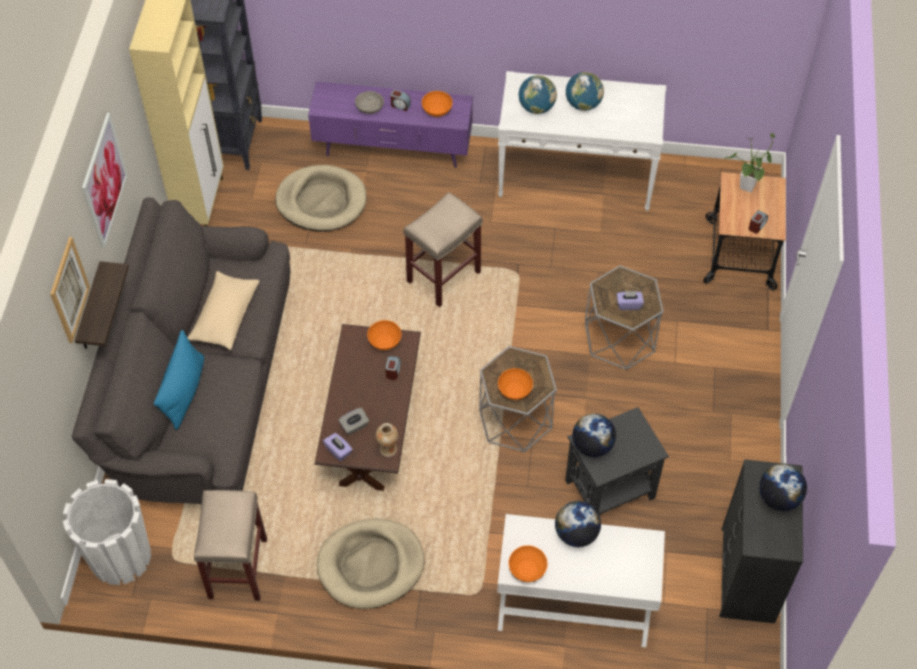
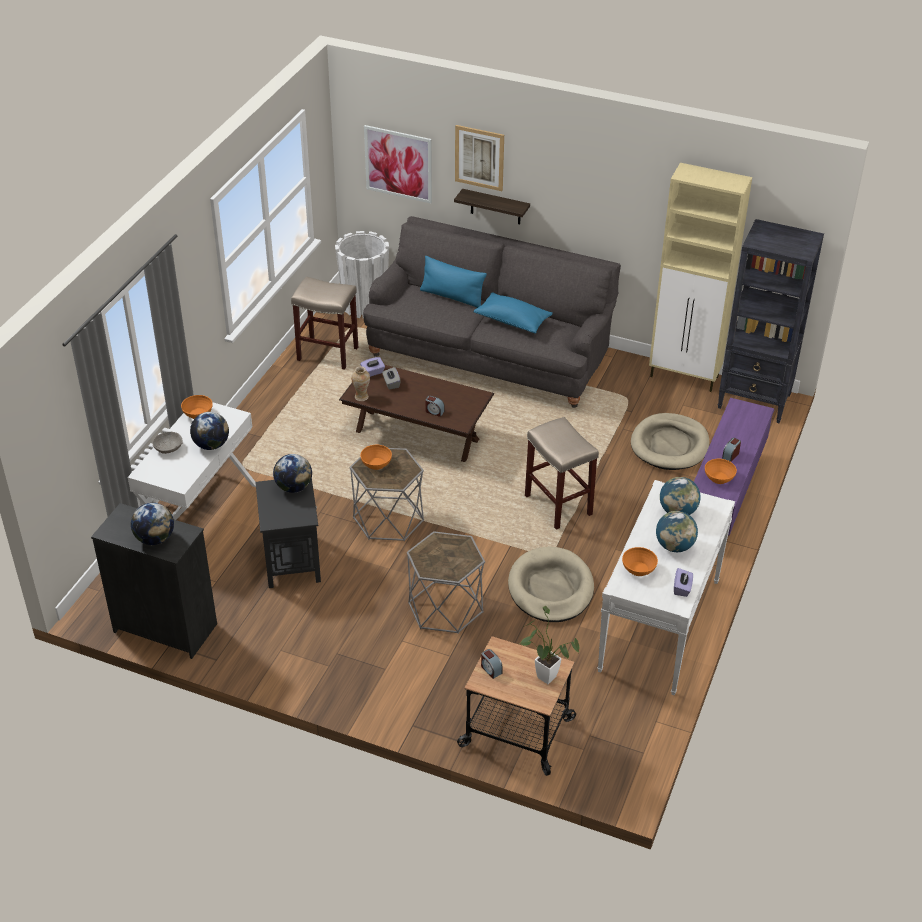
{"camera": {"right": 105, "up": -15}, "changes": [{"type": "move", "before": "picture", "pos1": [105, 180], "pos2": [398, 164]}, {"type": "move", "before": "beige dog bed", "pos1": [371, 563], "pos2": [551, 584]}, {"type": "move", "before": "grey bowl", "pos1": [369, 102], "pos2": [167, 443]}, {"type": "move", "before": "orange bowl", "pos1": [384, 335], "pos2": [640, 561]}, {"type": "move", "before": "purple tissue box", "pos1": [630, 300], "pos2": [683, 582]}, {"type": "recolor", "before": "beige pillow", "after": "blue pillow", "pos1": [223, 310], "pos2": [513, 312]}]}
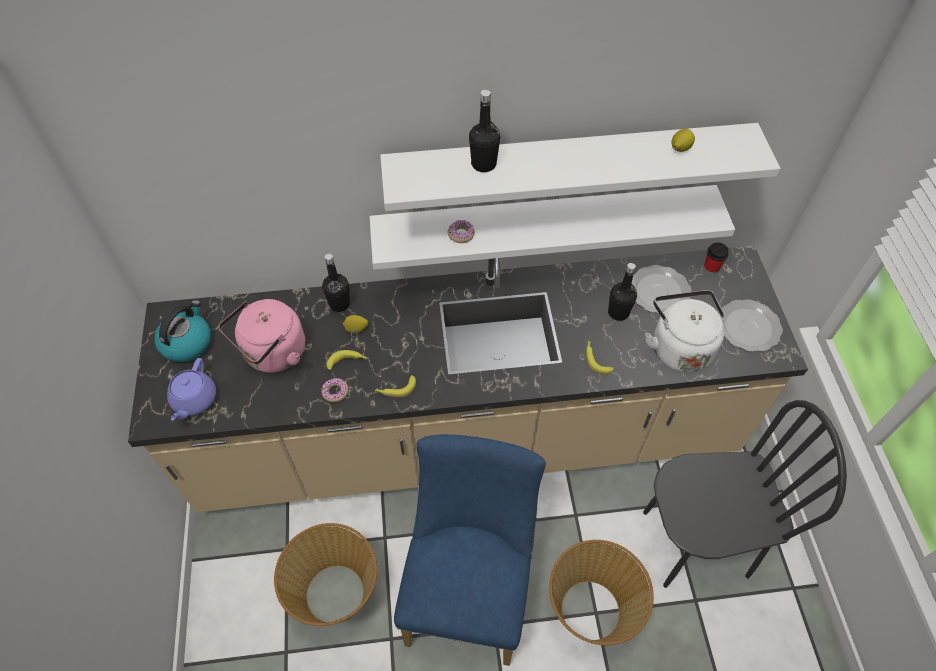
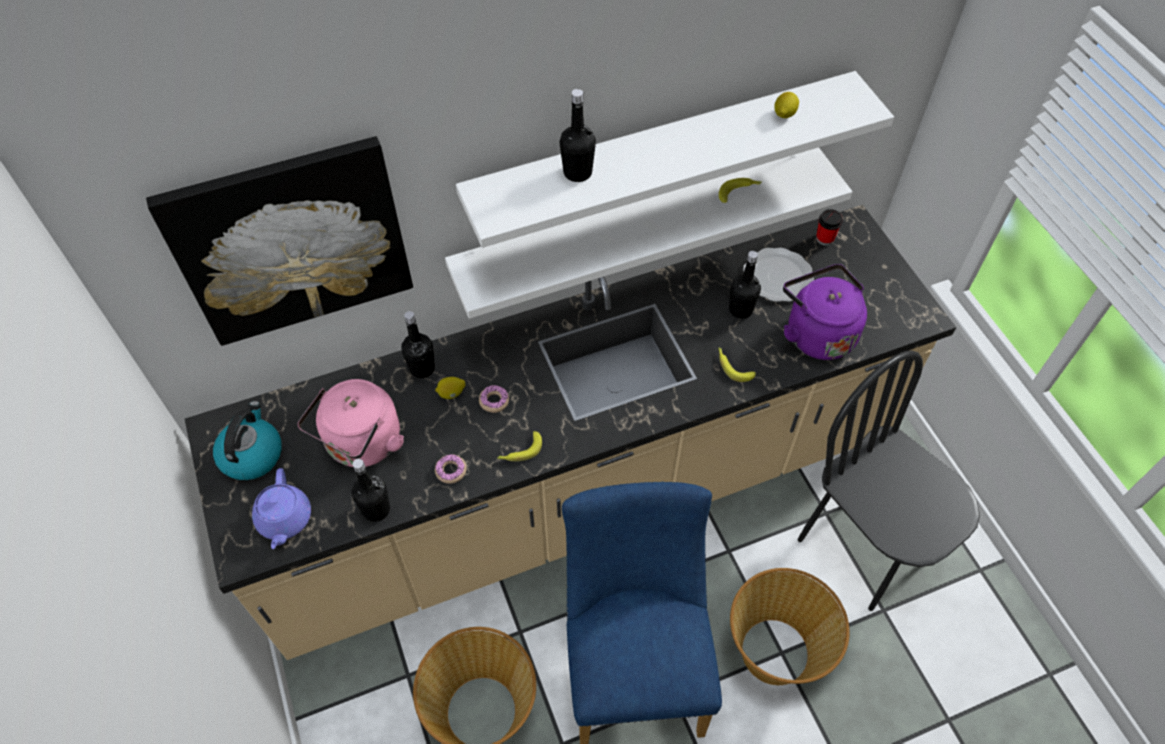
{"camera": {"right": -15, "up": 0}, "changes": [{"type": "delete", "before": "plate", "pos1": [752, 325]}, {"type": "insert", "after": "picture", "pos2": [279, 241]}, {"type": "insert", "after": "black bottle", "pos2": [371, 490]}, {"type": "move", "before": "banana", "pos1": [347, 360], "pos2": [740, 190]}, {"type": "move", "before": "donut", "pos1": [461, 231], "pos2": [494, 399]}, {"type": "recolor", "before": "white kettle", "after": "purple kettle", "pos1": [685, 331], "pos2": [825, 312]}, {"type": "rotate", "before": "black chair", "pos1": [745, 494], "pos2": [889, 480], "turn": -105}]}
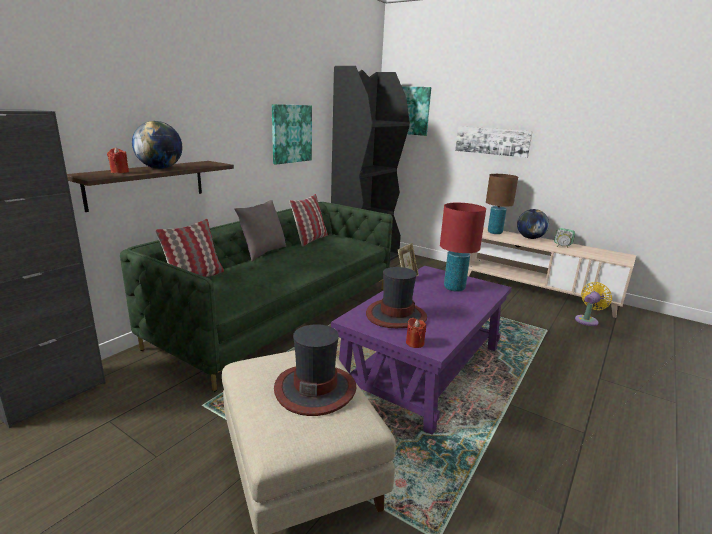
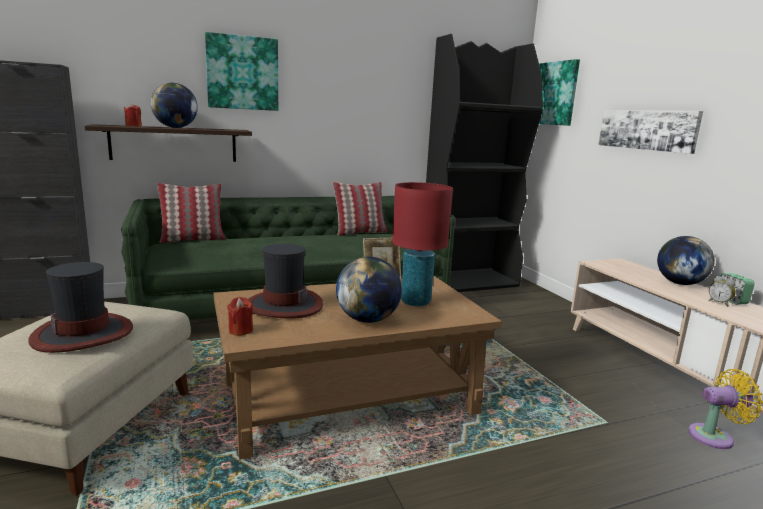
{"camera": {"right": 35, "up": -5}, "changes": [{"type": "delete", "before": "grey pillow", "pos1": [260, 231]}, {"type": "delete", "before": "brown table lamp", "pos1": [502, 204]}, {"type": "insert", "after": "globe", "pos2": [369, 290]}, {"type": "move", "before": "picture", "pos1": [292, 134], "pos2": [241, 71]}, {"type": "recolor", "before": "purple coffee table", "after": "brown coffee table", "pos1": [421, 350], "pos2": [358, 368]}]}
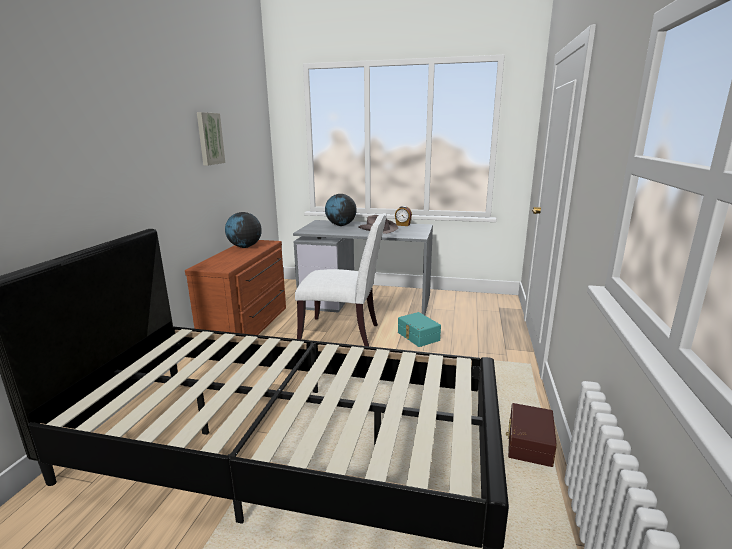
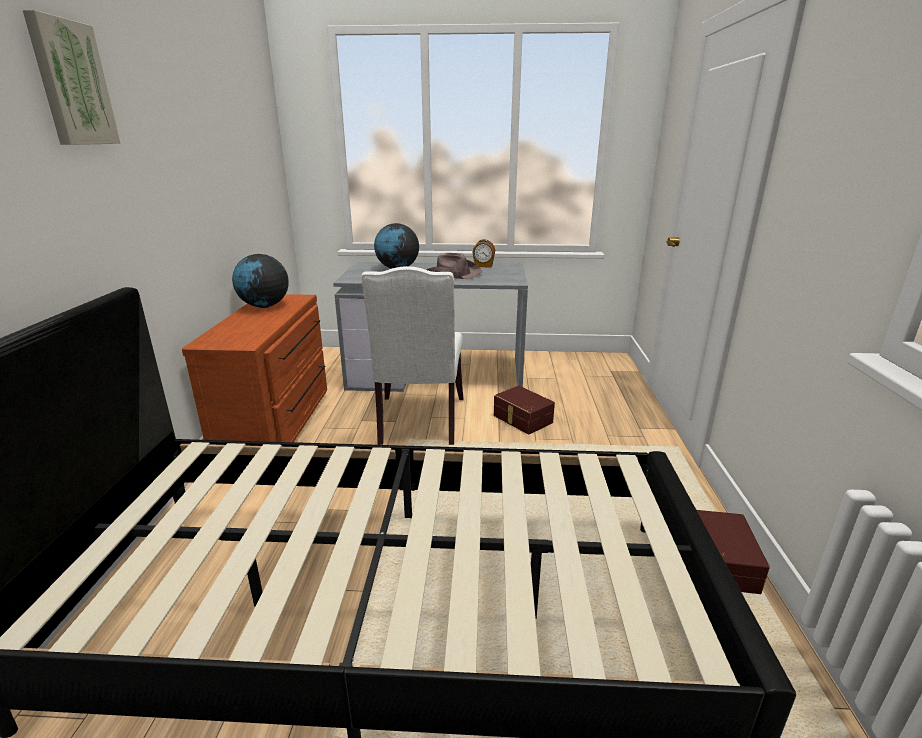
{"camera": {"right": -10, "up": 5}, "changes": [{"type": "move", "before": "picture", "pos1": [211, 139], "pos2": [71, 77]}, {"type": "recolor", "before": "turquoise storage box", "after": "brown storage box", "pos1": [419, 329], "pos2": [524, 410]}, {"type": "rotate", "before": "white chair", "pos1": [341, 279], "pos2": [412, 355], "turn": 90}]}
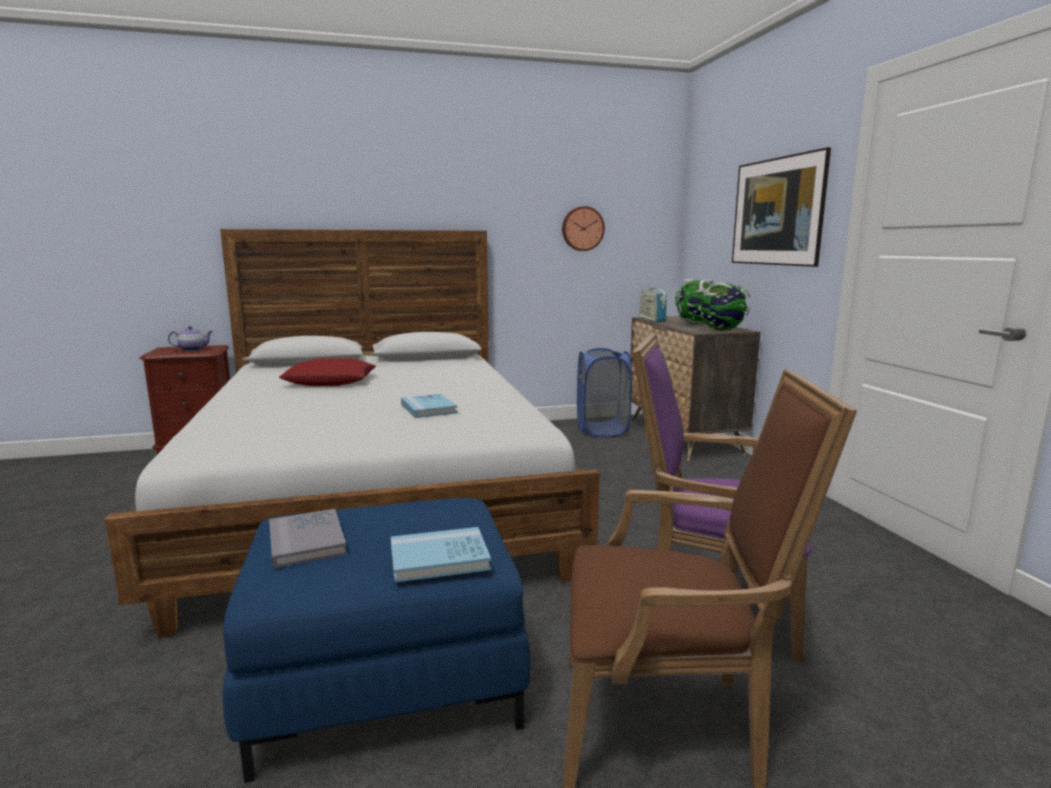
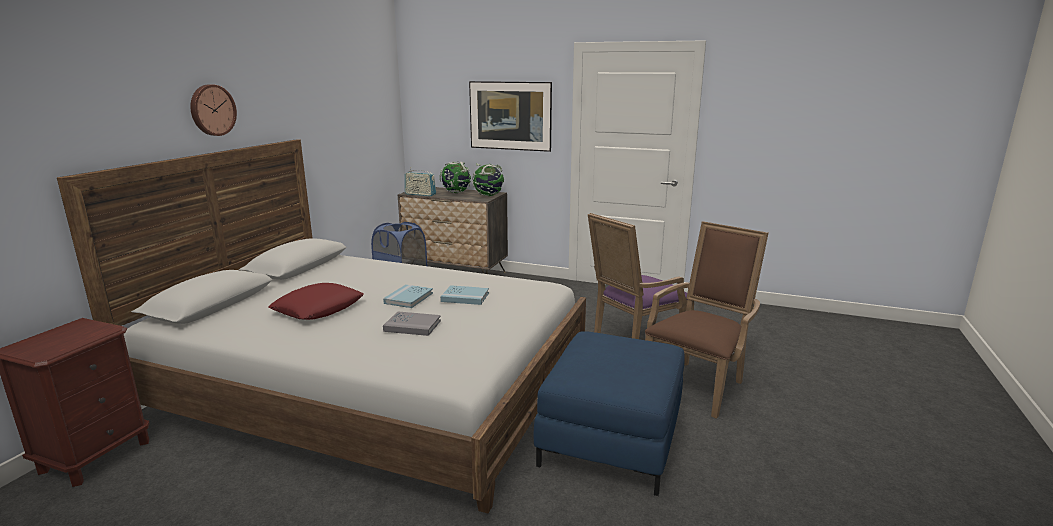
{"camera": {"right": -55, "up": 5}, "changes": [{"type": "delete", "before": "teapot", "pos1": [190, 338]}, {"type": "move", "before": "grey book", "pos1": [308, 538], "pos2": [412, 323]}, {"type": "move", "before": "blue book", "pos1": [441, 554], "pos2": [408, 296]}, {"type": "move", "before": "wall clock", "pos1": [583, 228], "pos2": [213, 110]}]}
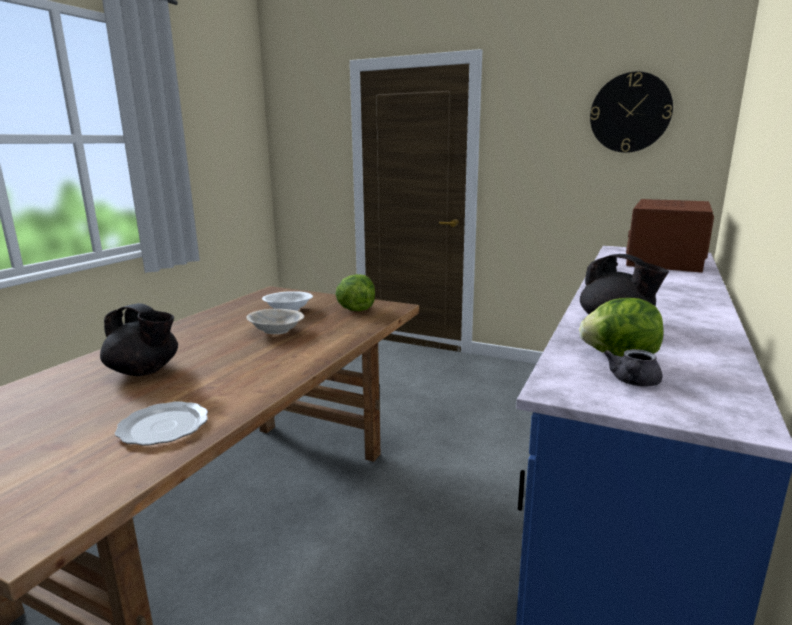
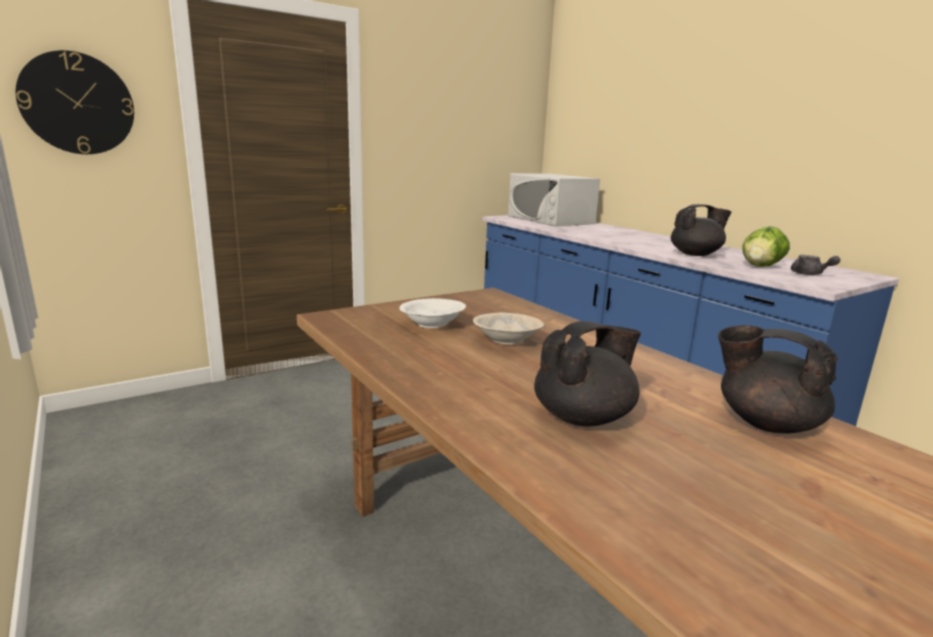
{"camera": {"right": -60, "up": 0}, "changes": [{"type": "delete", "before": "lettuce", "pos1": [355, 292]}, {"type": "move", "before": "wall clock", "pos1": [631, 112], "pos2": [75, 102]}, {"type": "replace", "before": "plate", "after": "black teapot", "pos1": [161, 423], "pos2": [778, 379]}, {"type": "recolor", "before": "brown microwave", "after": "white microwave", "pos1": [670, 236], "pos2": [554, 199]}]}
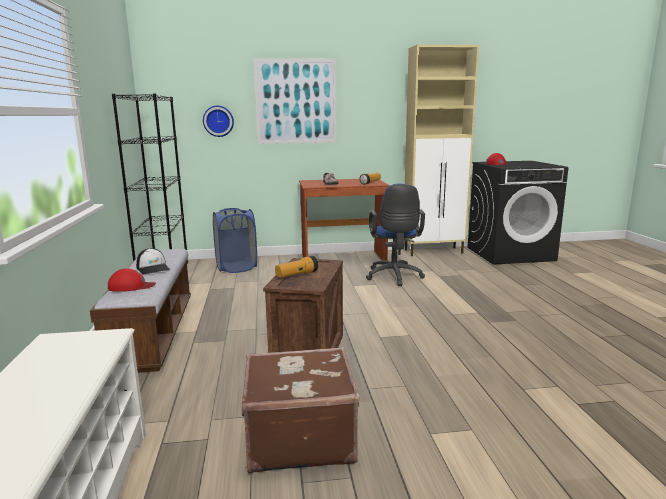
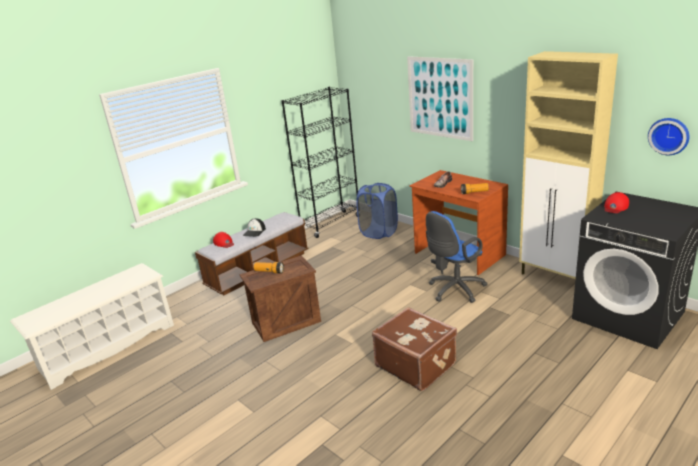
{"camera": {"right": 55, "up": 10}, "changes": [{"type": "move", "before": "wall clock", "pos1": [218, 121], "pos2": [669, 136]}, {"type": "move", "before": "brown suitcase", "pos1": [301, 410], "pos2": [414, 349]}]}
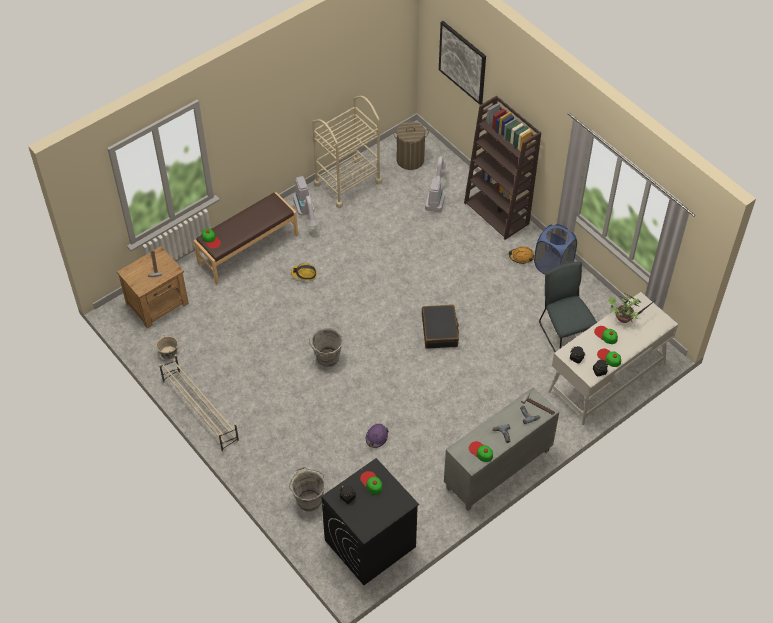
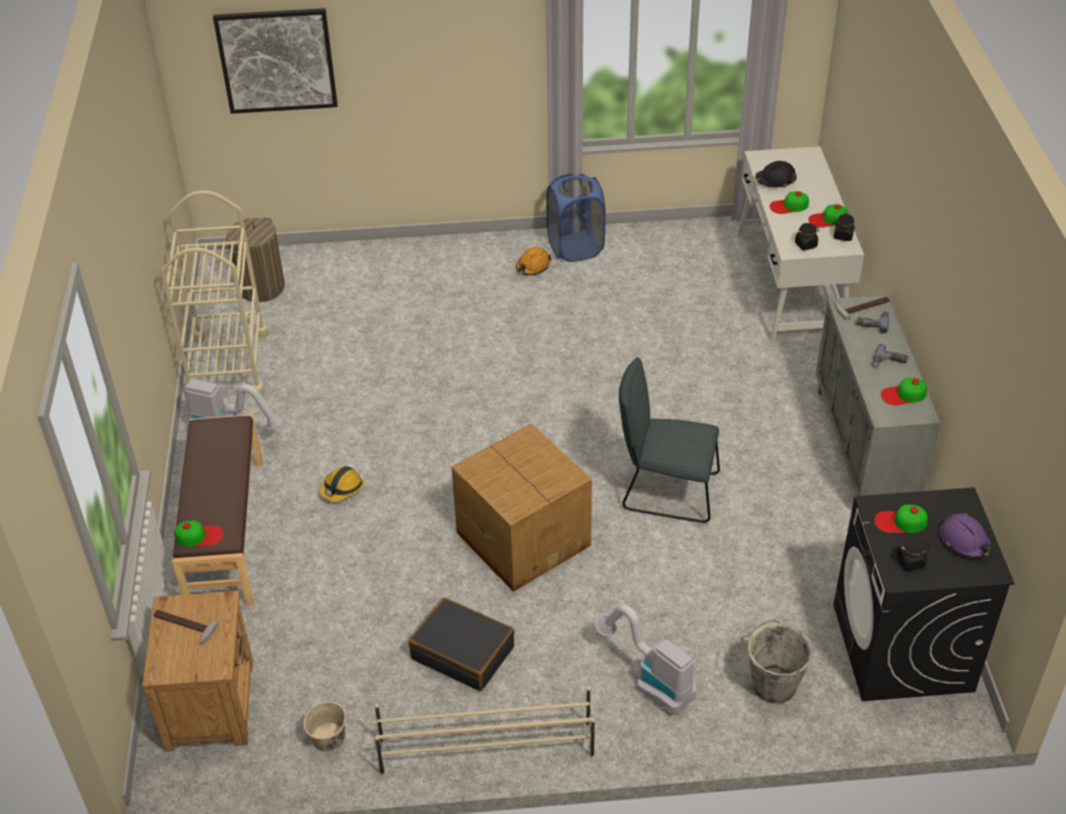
{"camera": {"right": -55, "up": -10}, "changes": [{"type": "delete", "before": "brown bookcase", "pos1": [502, 168]}, {"type": "move", "before": "purple hard hat", "pos1": [377, 436], "pos2": [965, 535]}, {"type": "move", "before": "black suitcase", "pos1": [440, 327], "pos2": [462, 644]}, {"type": "move", "before": "vacuum cleaner", "pos1": [436, 184], "pos2": [646, 660]}, {"type": "move", "before": "grey chair", "pos1": [568, 307], "pos2": [669, 440]}, {"type": "replace", "before": "grey bucket", "after": "cardboard box", "pos1": [326, 347], "pos2": [521, 508]}, {"type": "replace", "before": "potted plant", "after": "black hard hat", "pos1": [632, 308], "pos2": [776, 174]}]}
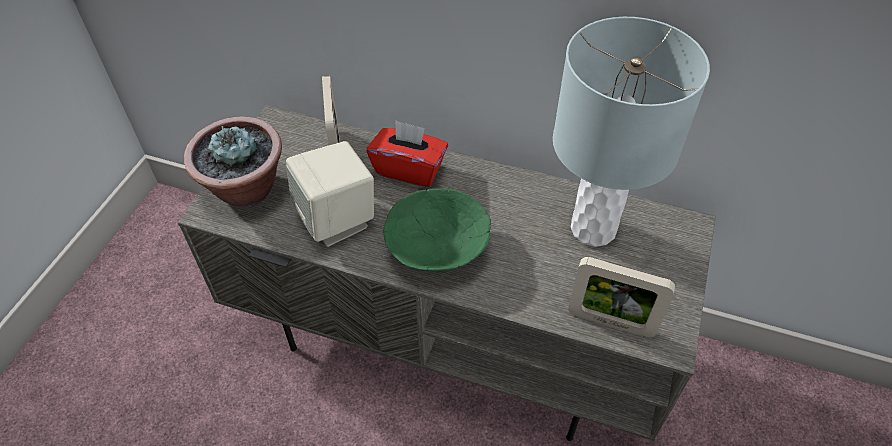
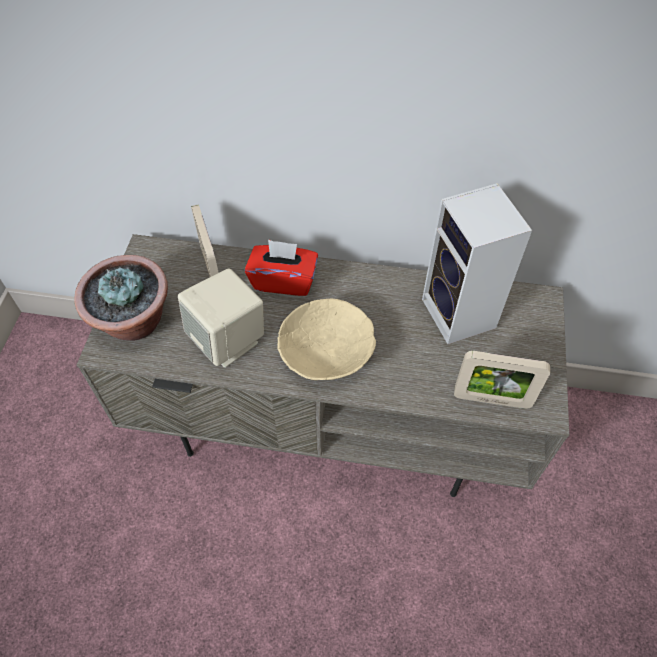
{"camera": {"right": -10, "up": 5}, "changes": [{"type": "replace", "before": "grey table lamp", "after": "speaker", "pos1": [631, 132], "pos2": [477, 263]}, {"type": "recolor", "before": "green bowl", "after": "beige bowl", "pos1": [437, 229], "pos2": [326, 339]}]}
